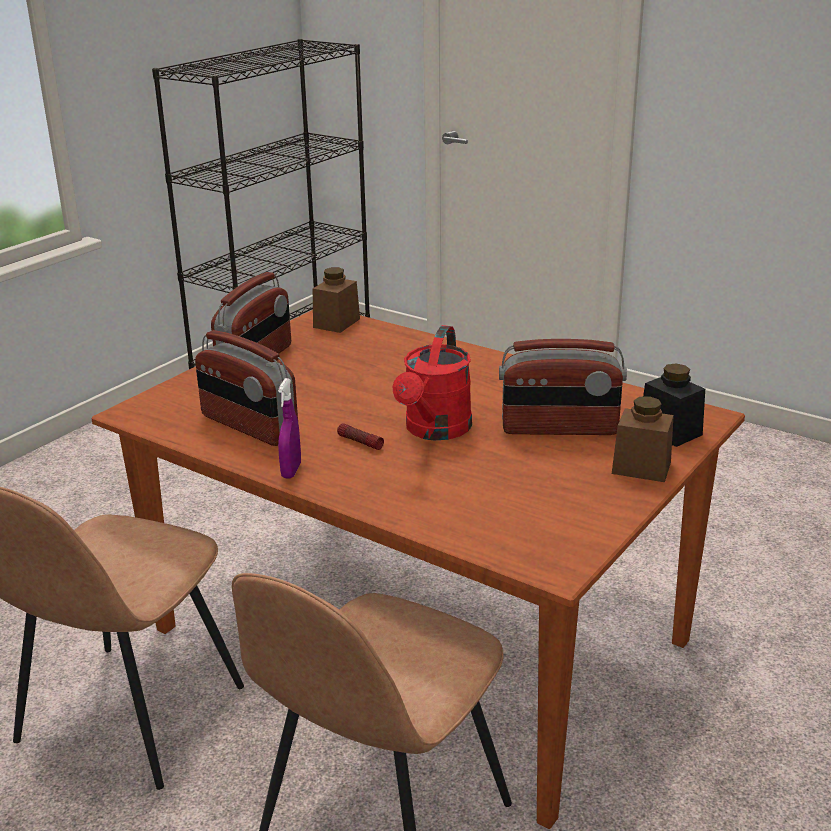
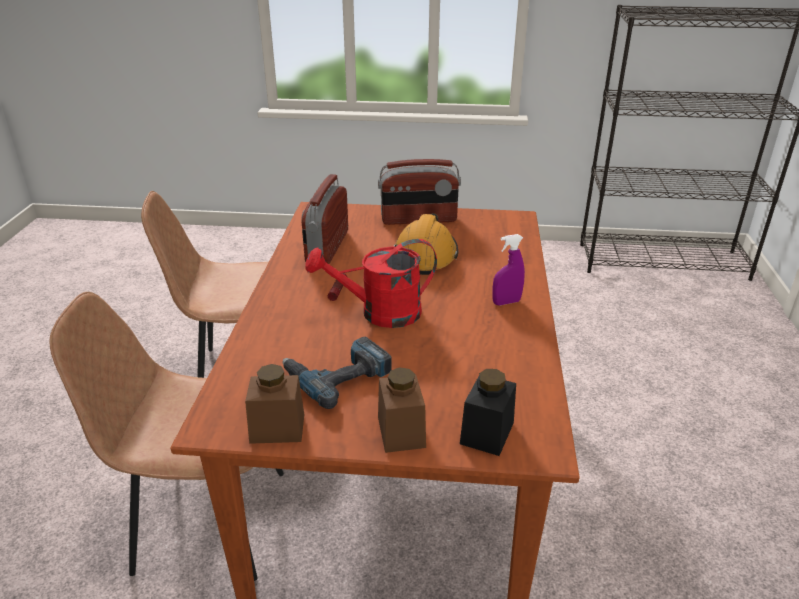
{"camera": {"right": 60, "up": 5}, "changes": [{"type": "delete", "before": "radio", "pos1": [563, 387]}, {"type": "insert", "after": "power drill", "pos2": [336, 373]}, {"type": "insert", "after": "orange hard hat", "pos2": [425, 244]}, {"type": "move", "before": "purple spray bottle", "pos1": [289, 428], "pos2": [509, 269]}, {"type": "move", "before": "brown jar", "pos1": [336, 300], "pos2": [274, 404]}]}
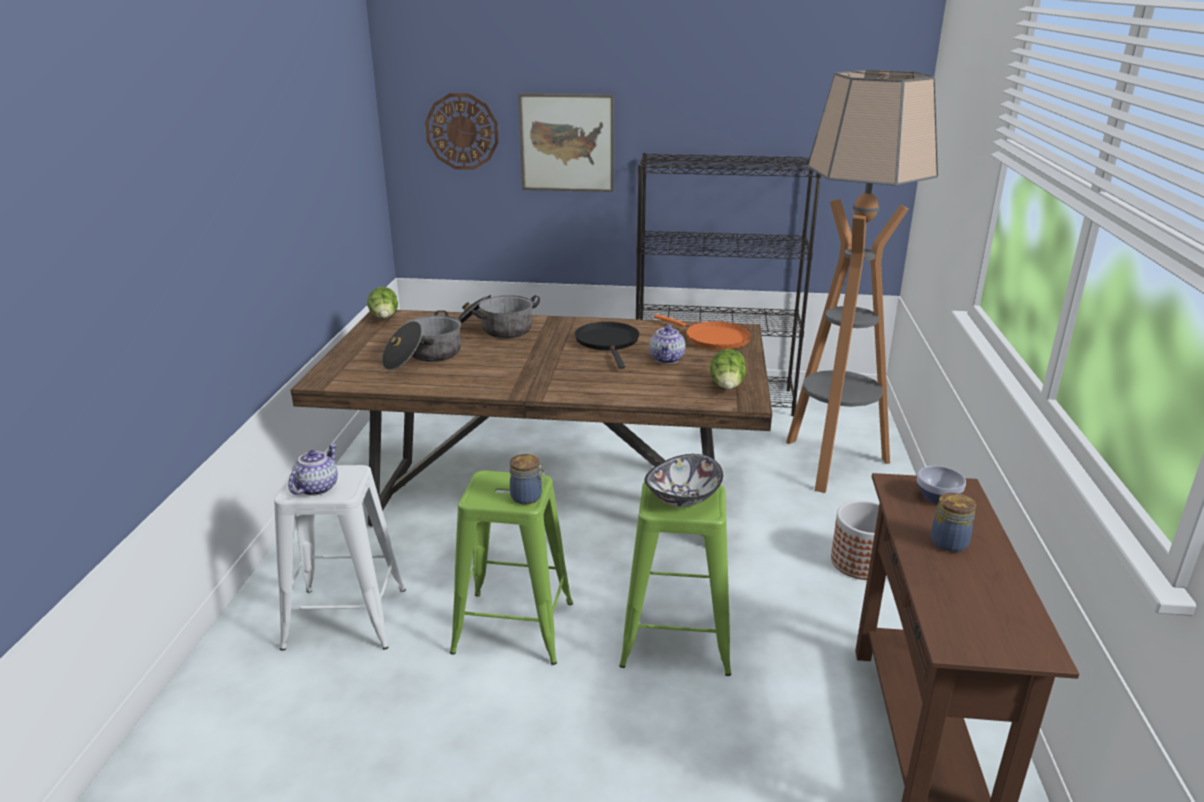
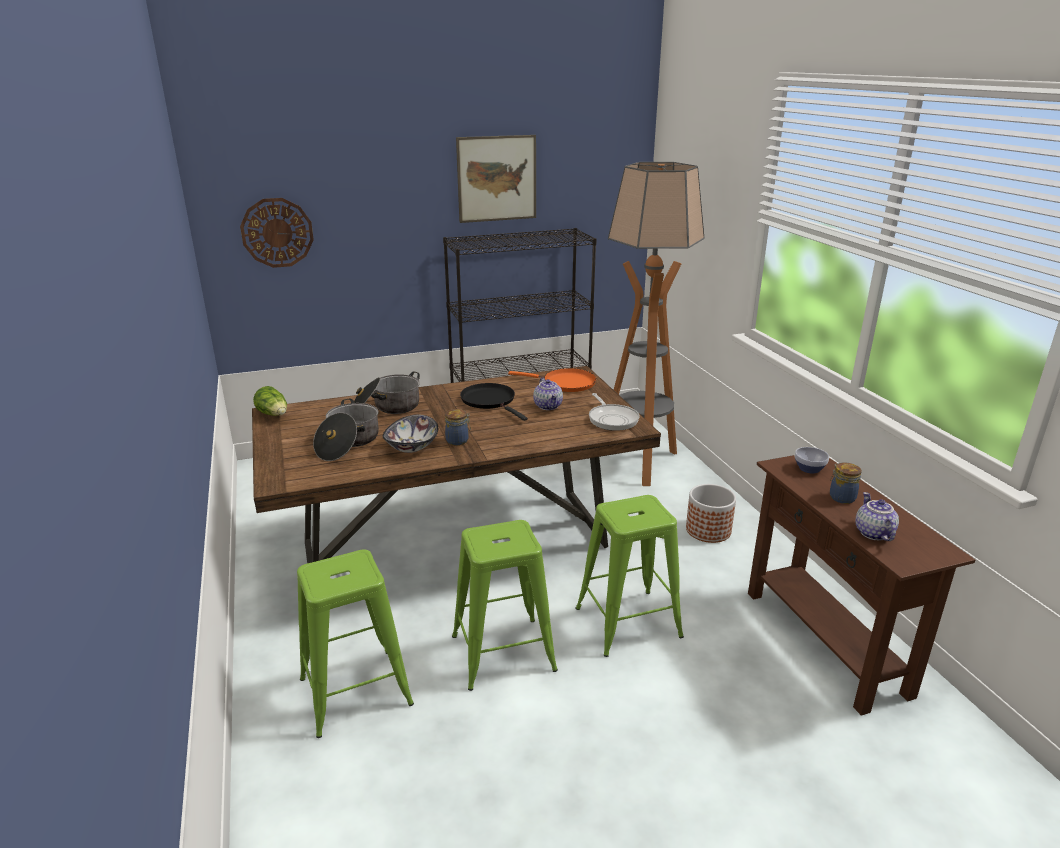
{"camera": {"right": -25, "up": 0}, "changes": [{"type": "move", "before": "teapot", "pos1": [313, 470], "pos2": [877, 516]}, {"type": "move", "before": "jar", "pos1": [527, 479], "pos2": [458, 427]}, {"type": "move", "before": "picture", "pos1": [566, 142], "pos2": [496, 179]}, {"type": "move", "before": "bowl", "pos1": [684, 480], "pos2": [410, 434]}, {"type": "replace", "before": "lettuce", "after": "frying pan", "pos1": [728, 369], "pos2": [614, 412]}, {"type": "recolor", "before": "white stool", "after": "green stool", "pos1": [340, 558], "pos2": [355, 644]}]}
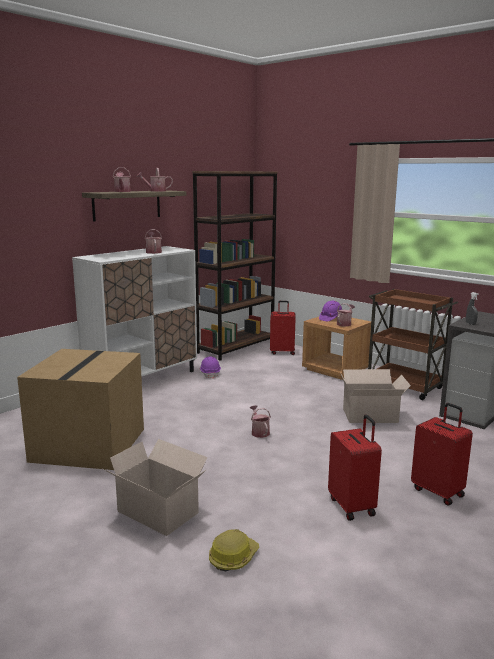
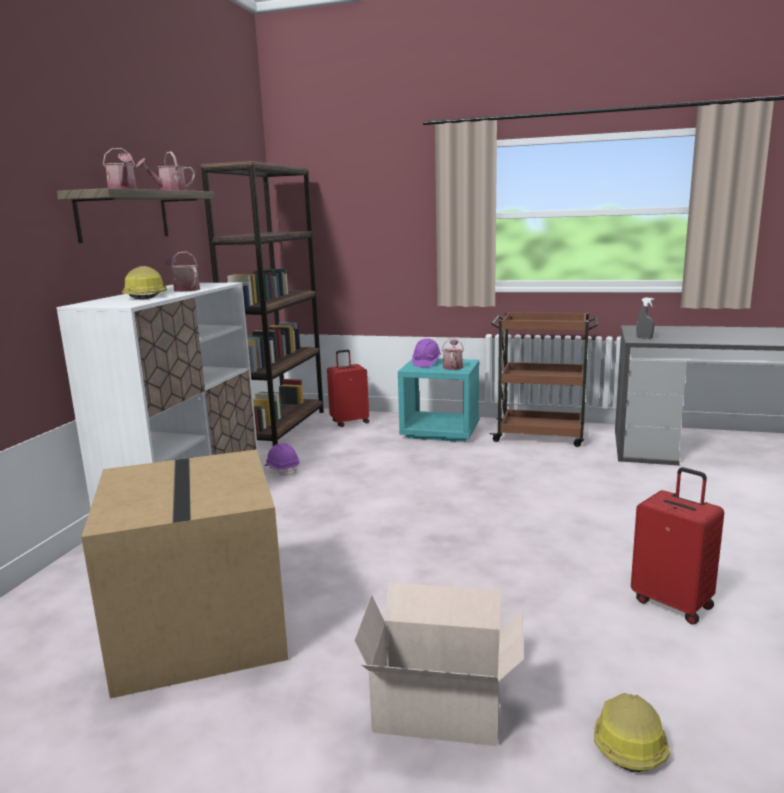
{"camera": {"right": -25, "up": 0}, "changes": [{"type": "delete", "before": "watering can", "pos1": [260, 421]}, {"type": "delete", "before": "cardboard box", "pos1": [375, 396]}, {"type": "delete", "before": "red suitcase", "pos1": [442, 454]}, {"type": "insert", "after": "hard hat", "pos2": [144, 282]}, {"type": "recolor", "before": "brown nightstand", "after": "turquoise nightstand", "pos1": [336, 348], "pos2": [438, 400]}]}
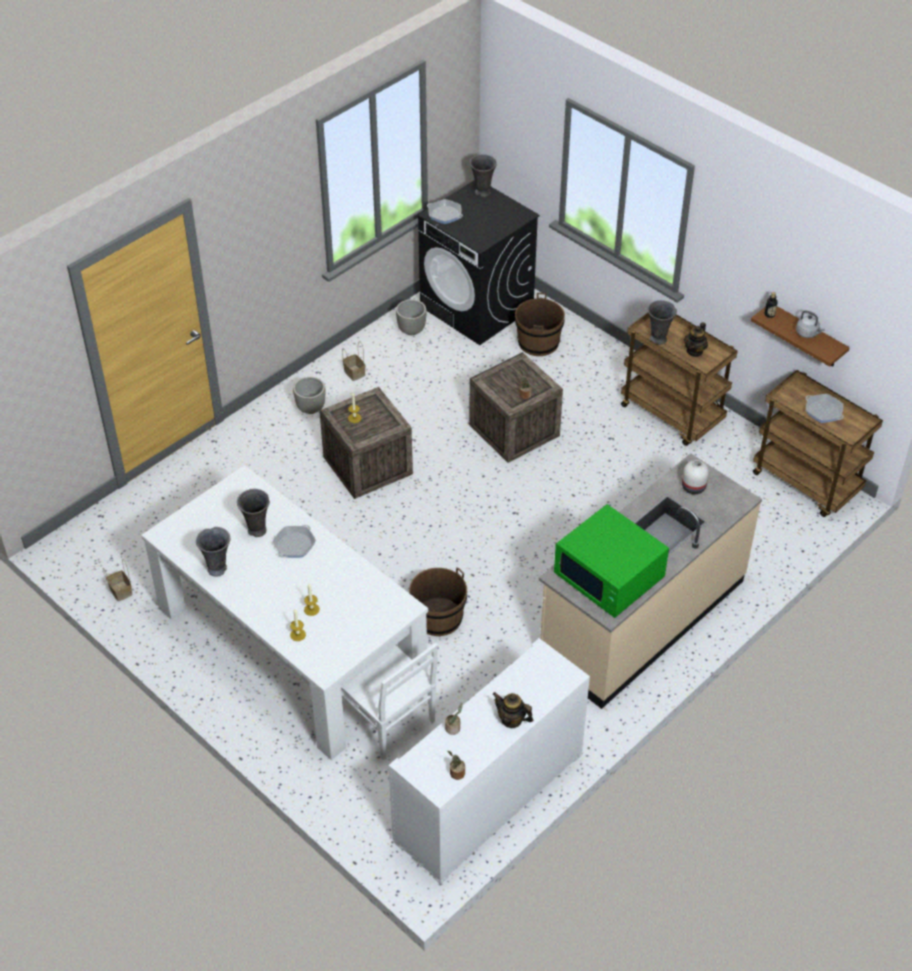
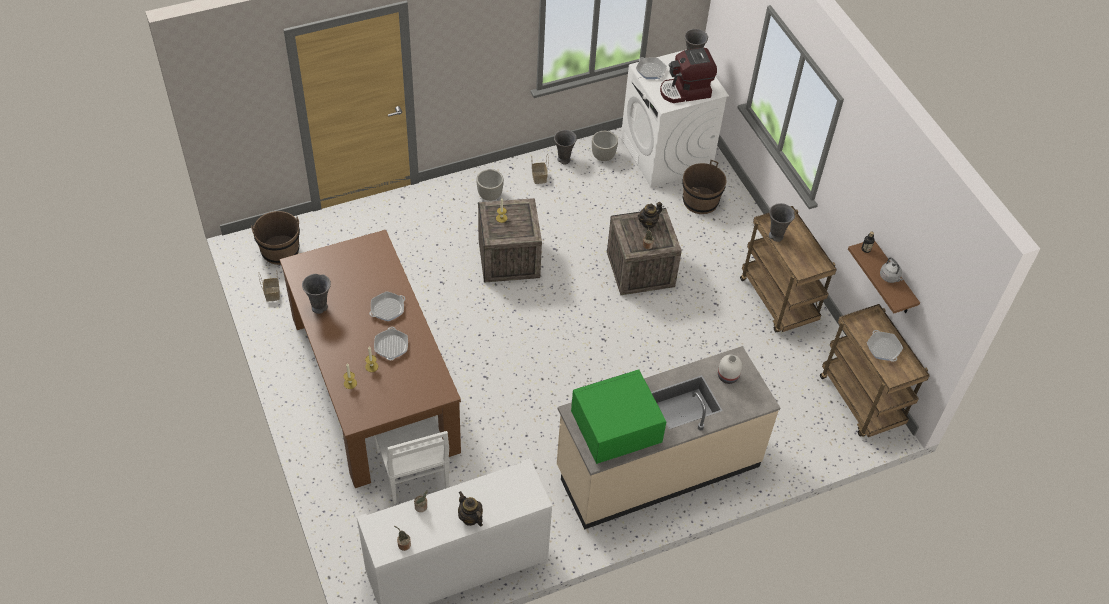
{"camera": {"right": 20, "up": 5}, "changes": [{"type": "insert", "after": "frying pan", "pos2": [391, 343]}, {"type": "insert", "after": "coffee machine", "pos2": [688, 75]}, {"type": "move", "before": "grey vase", "pos1": [253, 513], "pos2": [565, 147]}, {"type": "move", "before": "brown bucket", "pos1": [438, 601], "pos2": [275, 238]}, {"type": "move", "before": "teapot", "pos1": [696, 339], "pos2": [650, 215]}, {"type": "recolor", "before": "white dining table", "after": "brown dining table", "pos1": [284, 612], "pos2": [370, 359]}, {"type": "recolor", "before": "black washing machine", "after": "white washing machine", "pos1": [479, 262], "pos2": [675, 119]}, {"type": "rotate", "before": "green microwave", "pos1": [611, 561], "pos2": [618, 416], "turn": 90}]}
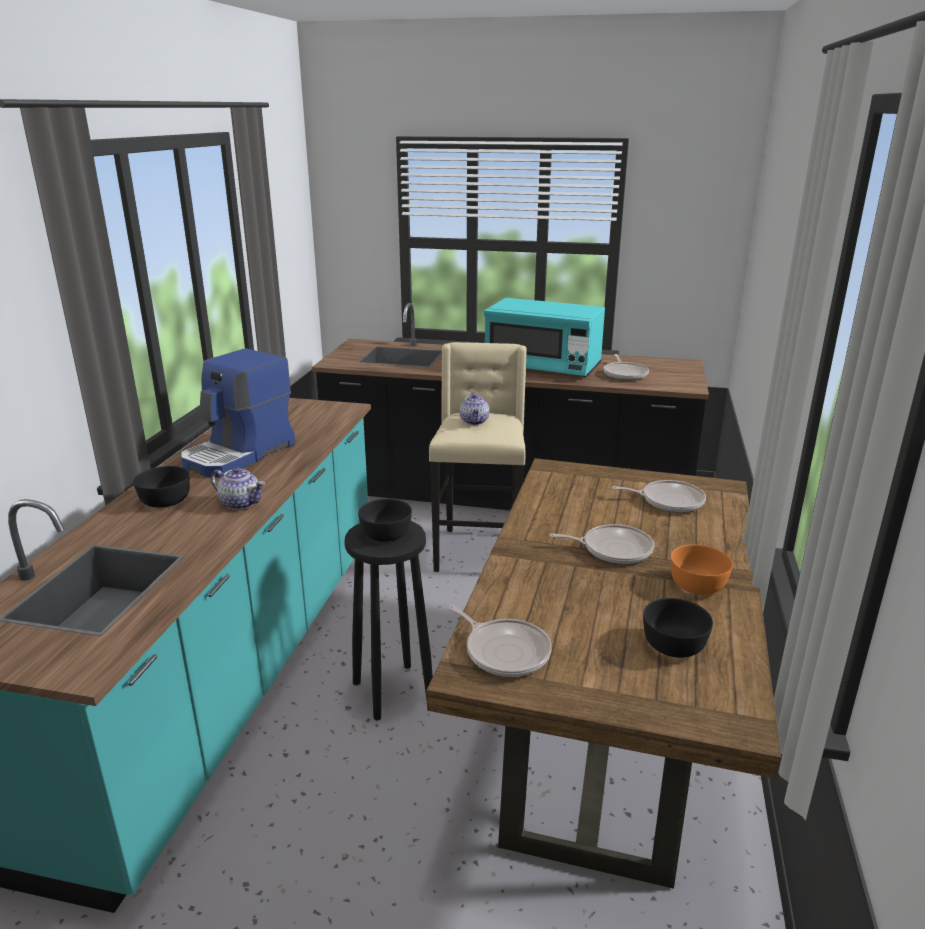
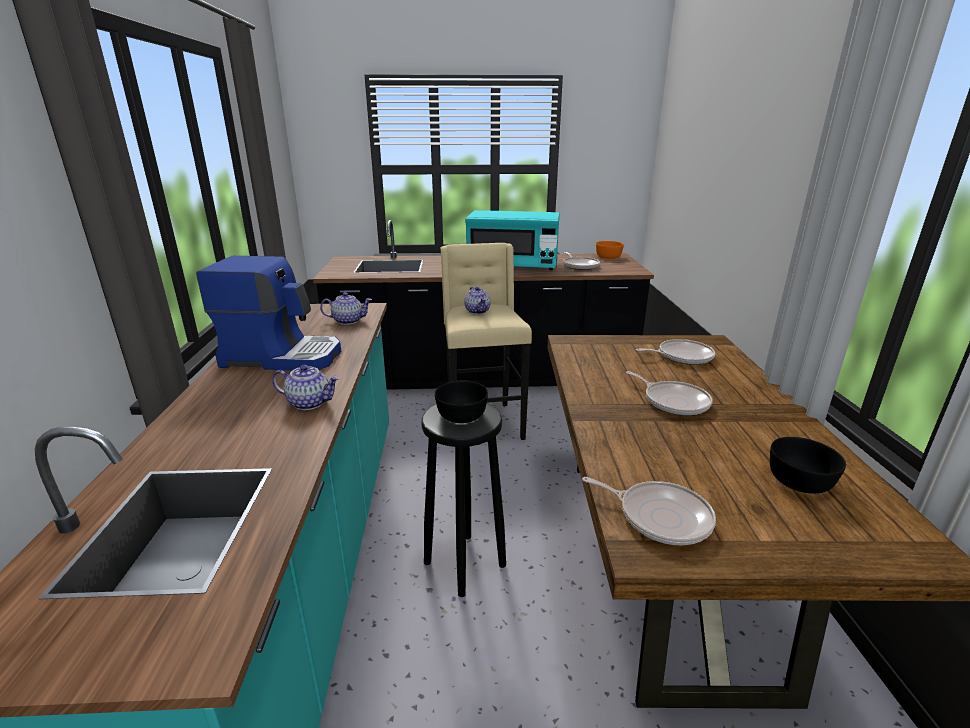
{"camera": {"right": -15, "up": 0}, "changes": [{"type": "delete", "before": "black bowl", "pos1": [161, 487]}, {"type": "insert", "after": "teapot", "pos2": [346, 308]}, {"type": "move", "before": "orange bowl", "pos1": [701, 569], "pos2": [610, 250]}, {"type": "rotate", "before": "coffee machine", "pos1": [238, 412], "pos2": [268, 313], "turn": -105}, {"type": "rotate", "before": "frying pan", "pos1": [601, 544], "pos2": [669, 393], "turn": 60}]}
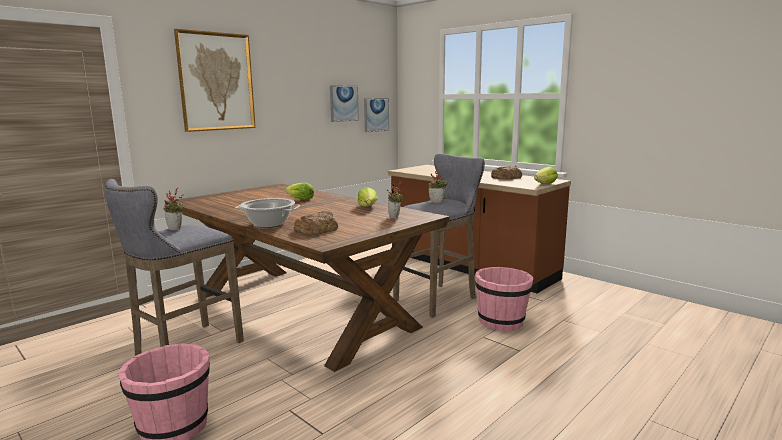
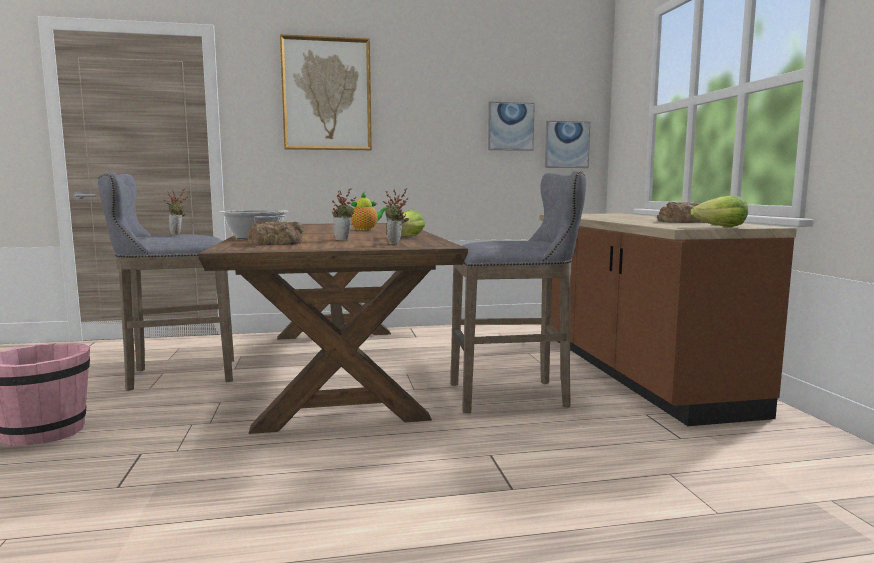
{"camera": {"right": 35, "up": -5}, "changes": [{"type": "delete", "before": "pink bucket", "pos1": [504, 299]}, {"type": "move", "before": "potted plant", "pos1": [438, 185], "pos2": [344, 214]}, {"type": "replace", "before": "lettuce", "after": "teapot", "pos1": [299, 191], "pos2": [368, 211]}]}
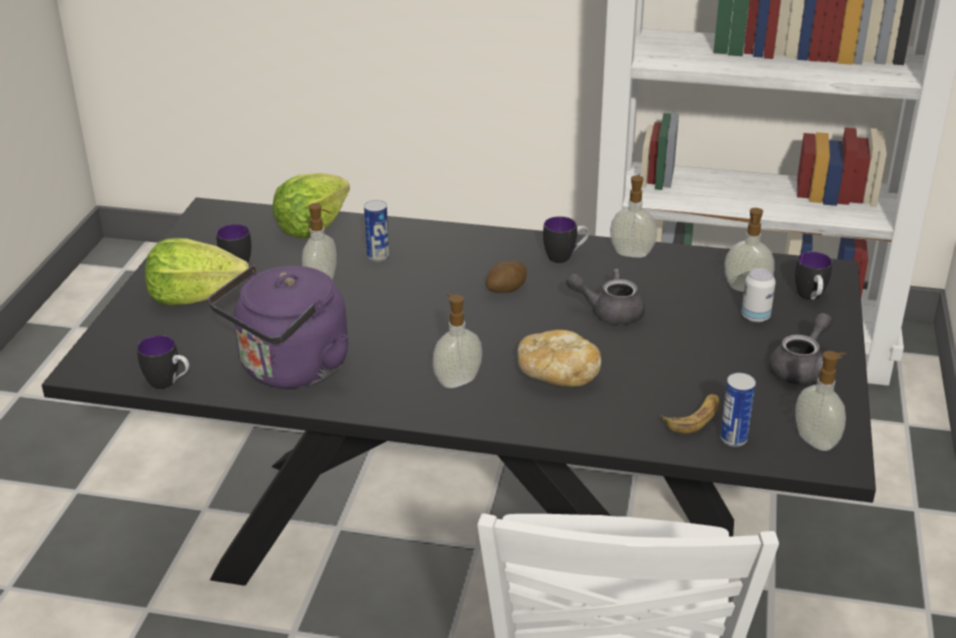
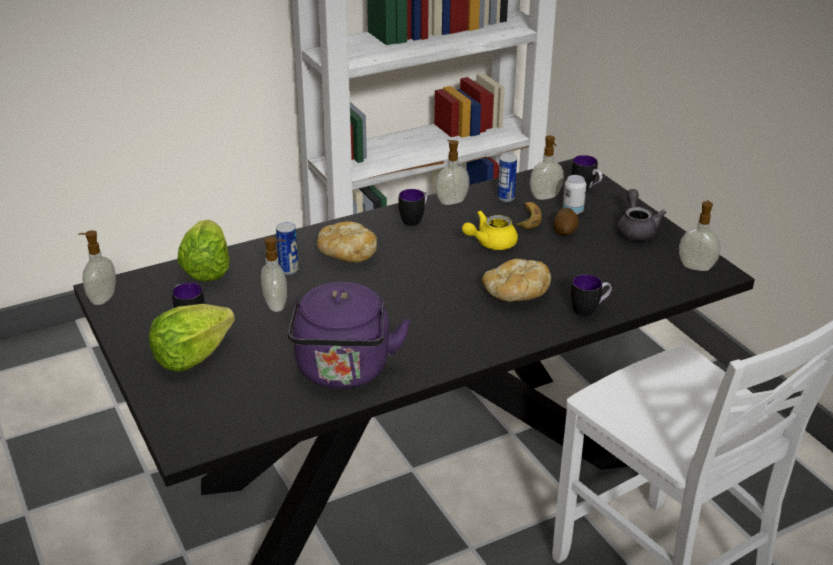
{"camera": {"right": -40, "up": 0}, "changes": [{"type": "insert", "after": "bread", "pos2": [347, 241]}, {"type": "move", "before": "mug", "pos1": [163, 362], "pos2": [591, 295]}, {"type": "move", "before": "soap dispenser", "pos1": [457, 340], "pos2": [97, 267]}, {"type": "move", "before": "potato", "pos1": [506, 277], "pos2": [566, 221]}, {"type": "move", "before": "banana", "pos1": [689, 414], "pos2": [528, 215]}, {"type": "move", "before": "can", "pos1": [738, 410], "pos2": [507, 178]}, {"type": "recolor", "before": "grey teapot", "after": "yellow teapot", "pos1": [605, 297], "pos2": [490, 230]}]}
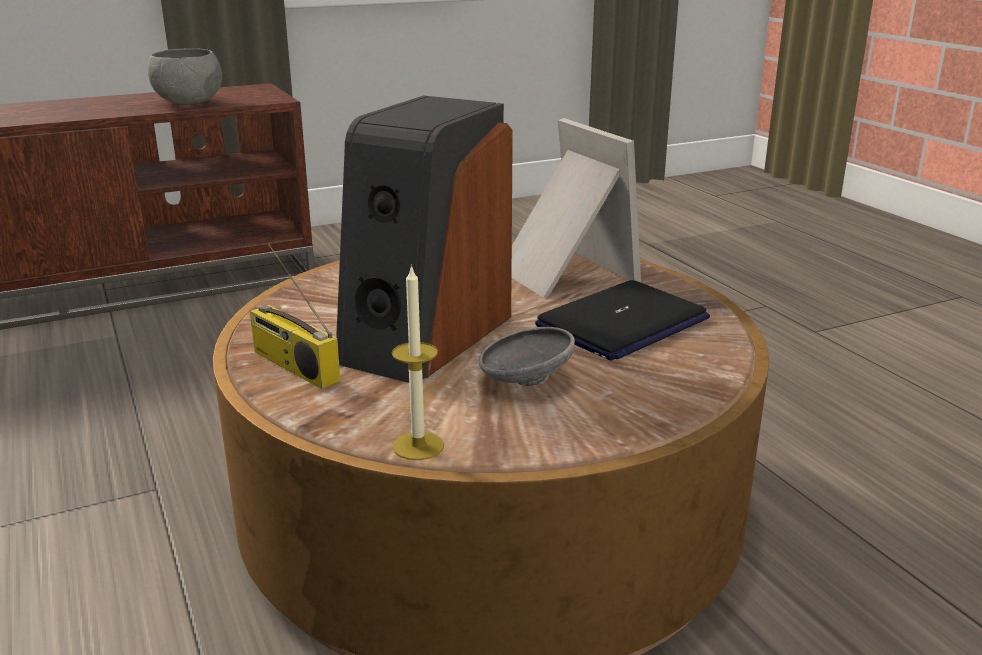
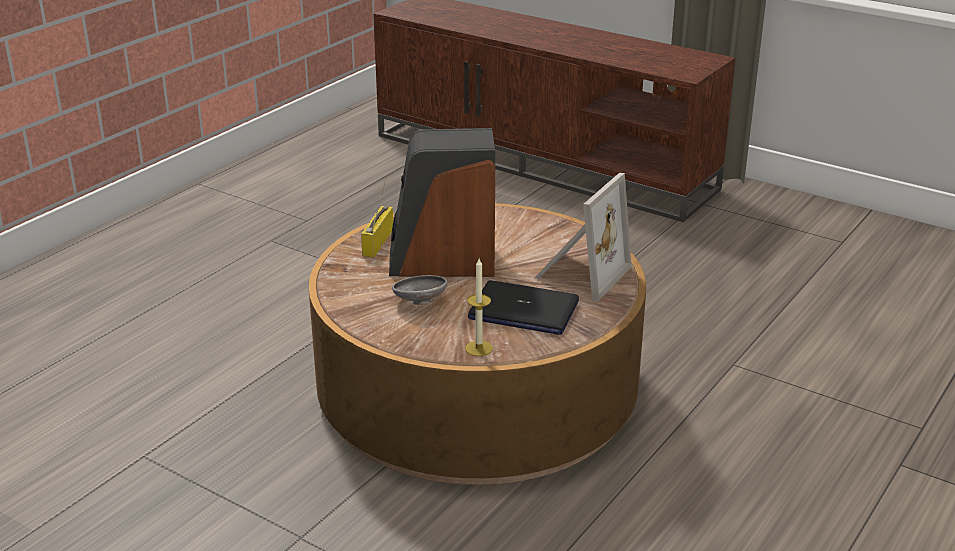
{"camera": {"right": 60, "up": 5}, "changes": [{"type": "delete", "before": "grey bowl", "pos1": [185, 76]}, {"type": "move", "before": "candle", "pos1": [418, 362], "pos2": [479, 307]}]}
